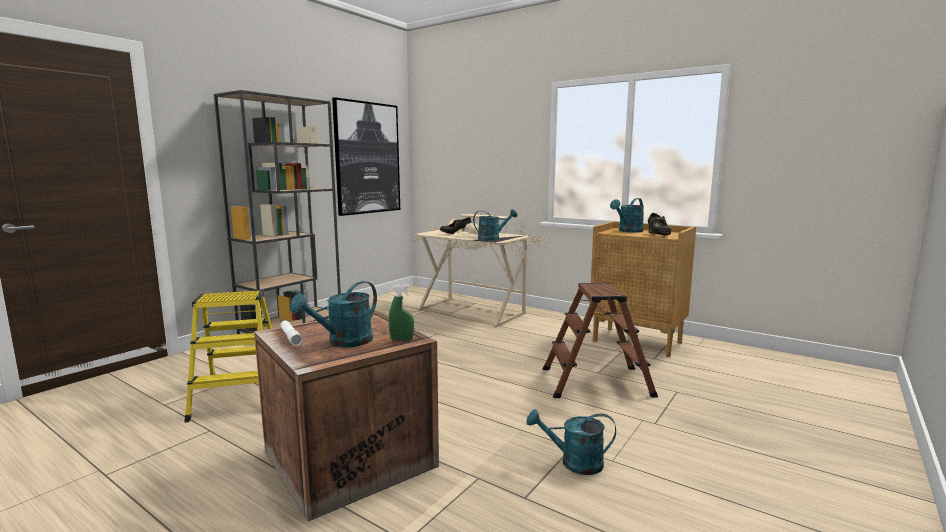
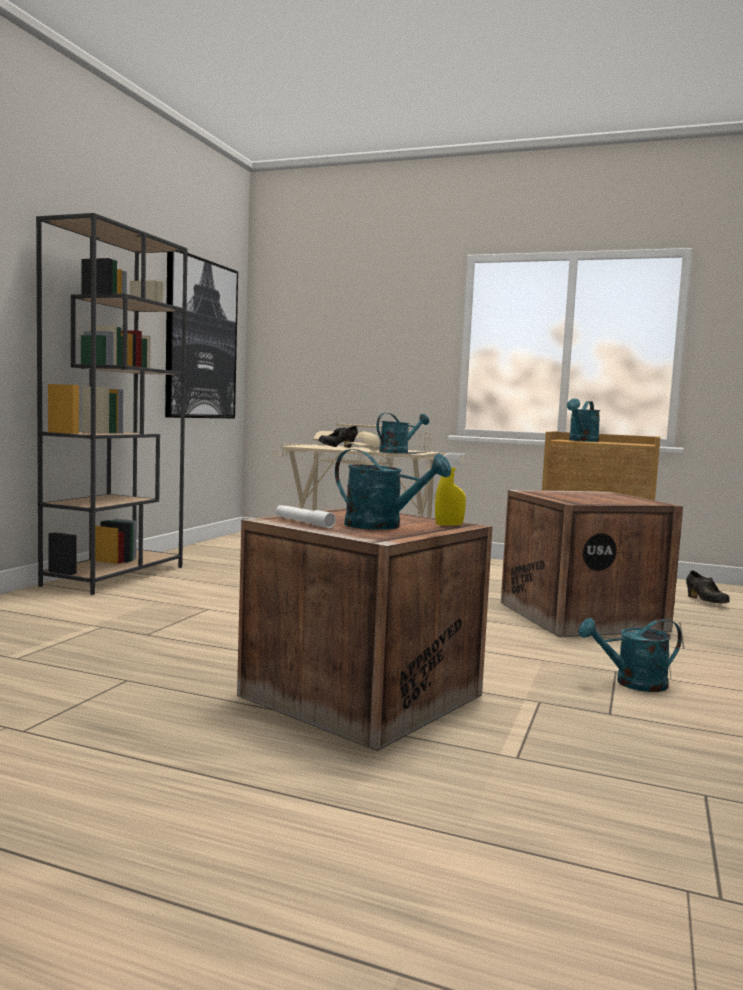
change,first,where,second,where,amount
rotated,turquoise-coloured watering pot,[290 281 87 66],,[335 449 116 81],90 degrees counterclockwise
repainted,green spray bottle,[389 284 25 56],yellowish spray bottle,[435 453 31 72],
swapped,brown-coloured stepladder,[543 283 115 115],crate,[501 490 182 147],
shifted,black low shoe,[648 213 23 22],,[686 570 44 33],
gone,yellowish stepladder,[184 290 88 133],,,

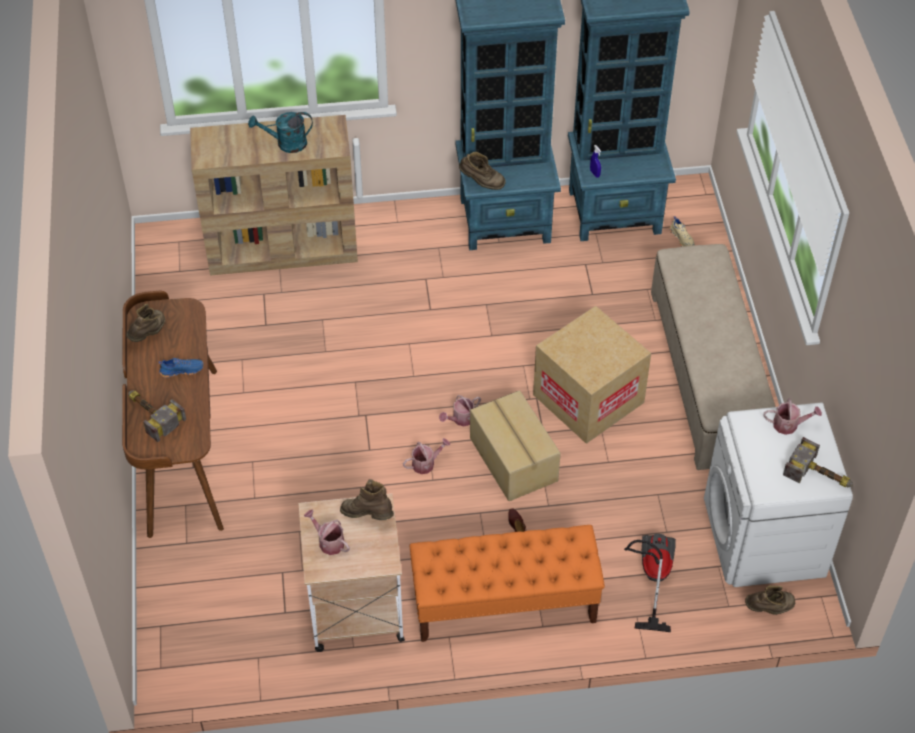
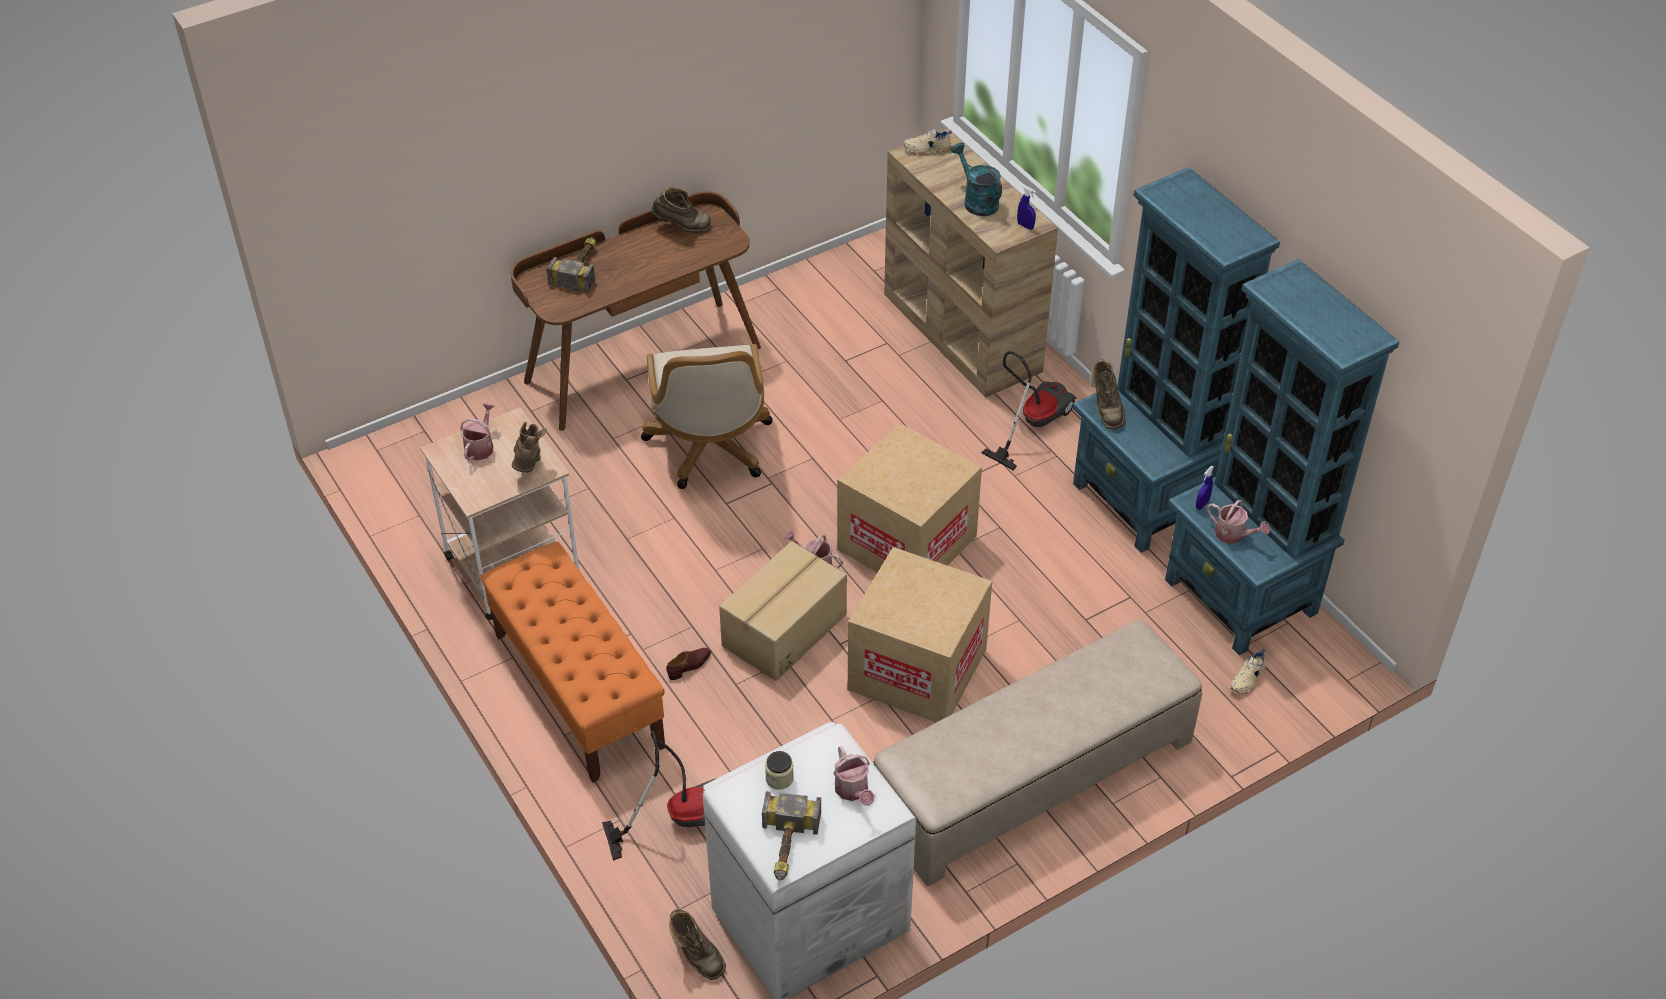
change,first,where,second,where,amount
new,,,computer chair,[641 344 132 145],
new,,,jar,[765 751 29 39],
new,,,packing box,[837 423 145 149],
new,,,beige-coloured low shoe,[904 129 48 27],
new,,,hoover,[981 351 96 119],
new,,,blue spray bottle,[1017 186 19 44],
shifted,watering pot,[403 438 47 36],,[1207 500 63 44],
gone,blue low shoe,[159 358 45 20],,,

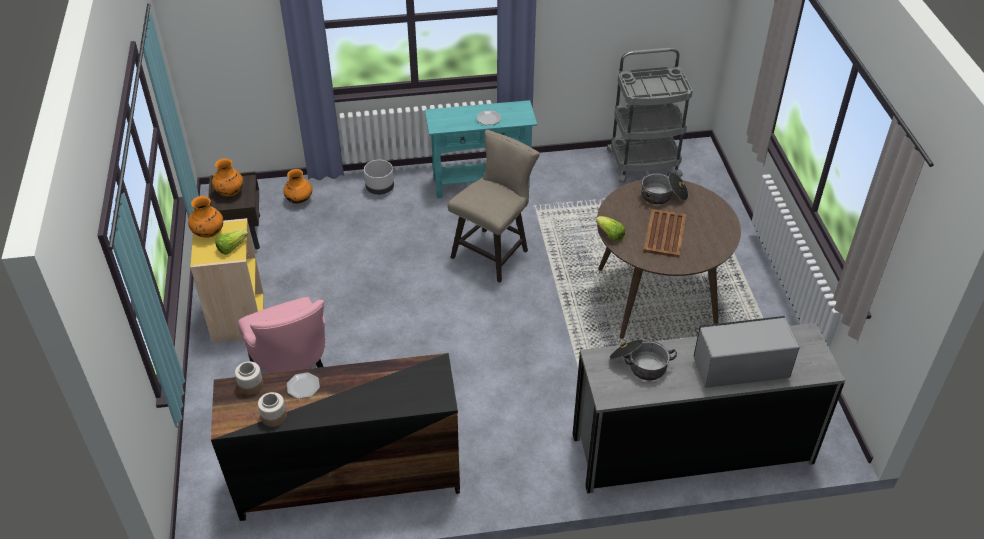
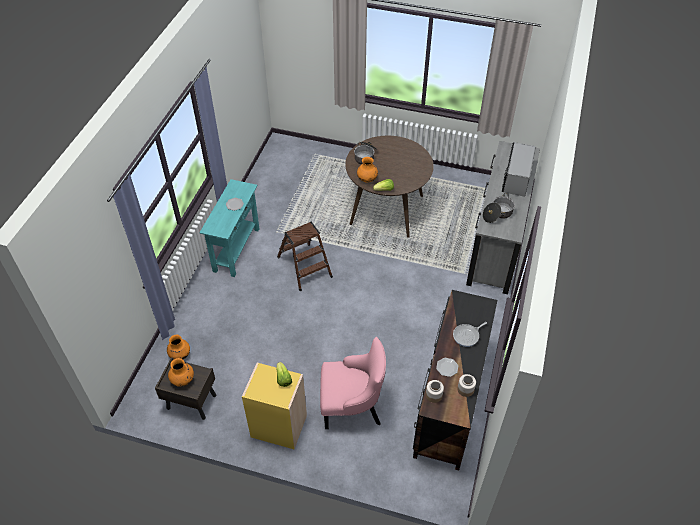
change,first,where,second,where,amount
swapped,beige-coloured stool seat,[448 130 92 153],brown-coloured stepladder,[277 222 56 69],
shifted,orange-coloured flower vase,[188 196 35 42],,[357 157 21 26],
new,,,pan,[453 322 34 25],
gone,grey flower pot,[364 160 30 35],,,
gone,grey cart,[607 48 86 135],,,
gone,brown-coloured serving tray,[643 209 43 49],,,

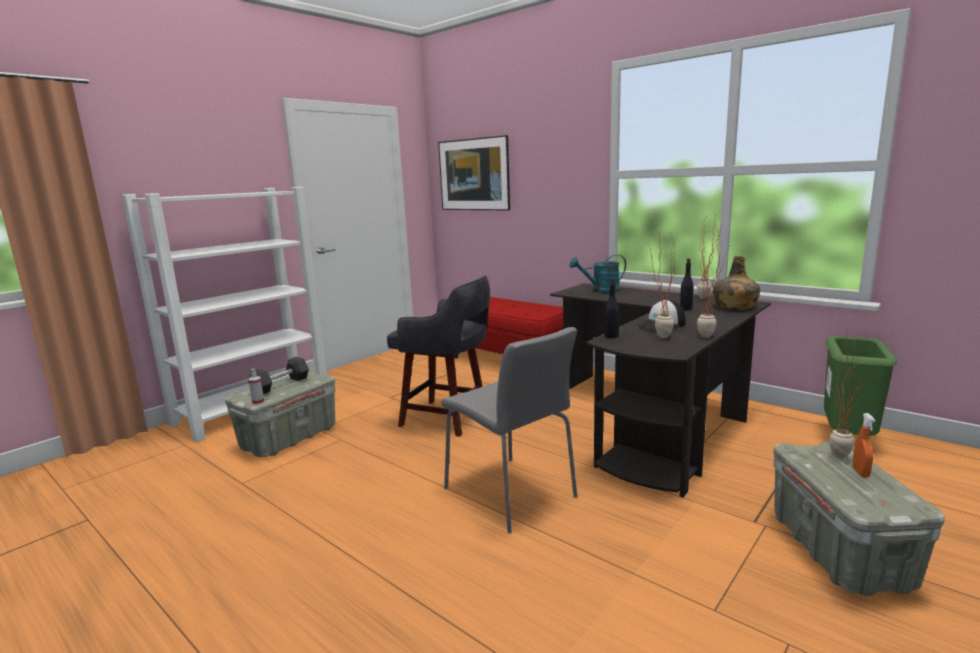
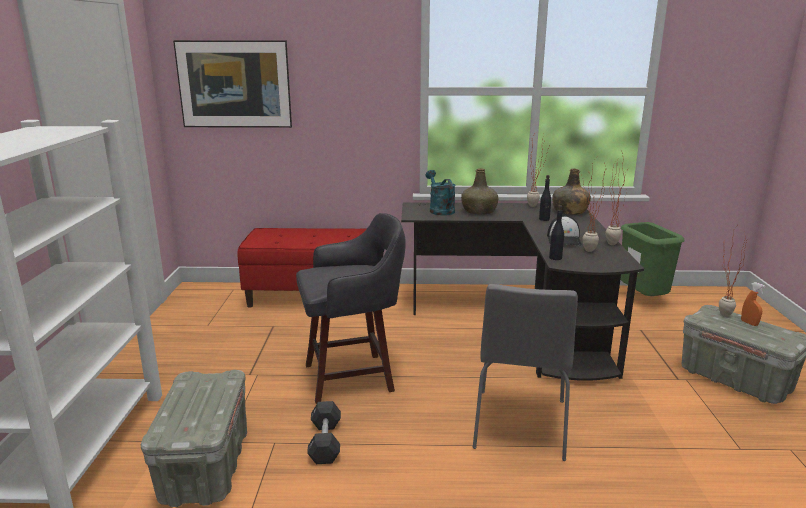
change,first,where,second,where,amount
shifted,black free weight,[248 357 61 37],,[307 401 34 63],
rotated,turquoise-coloured watering pot,[570 255 56 38],,[425 170 31 45],120 degrees clockwise
new,,,green beverage bottle,[461 168 37 47],
rotated,grey plain chair,[441 327 137 207],,[472 284 106 177],90 degrees clockwise
gone,spray bottle,[248 369 16 36],,,

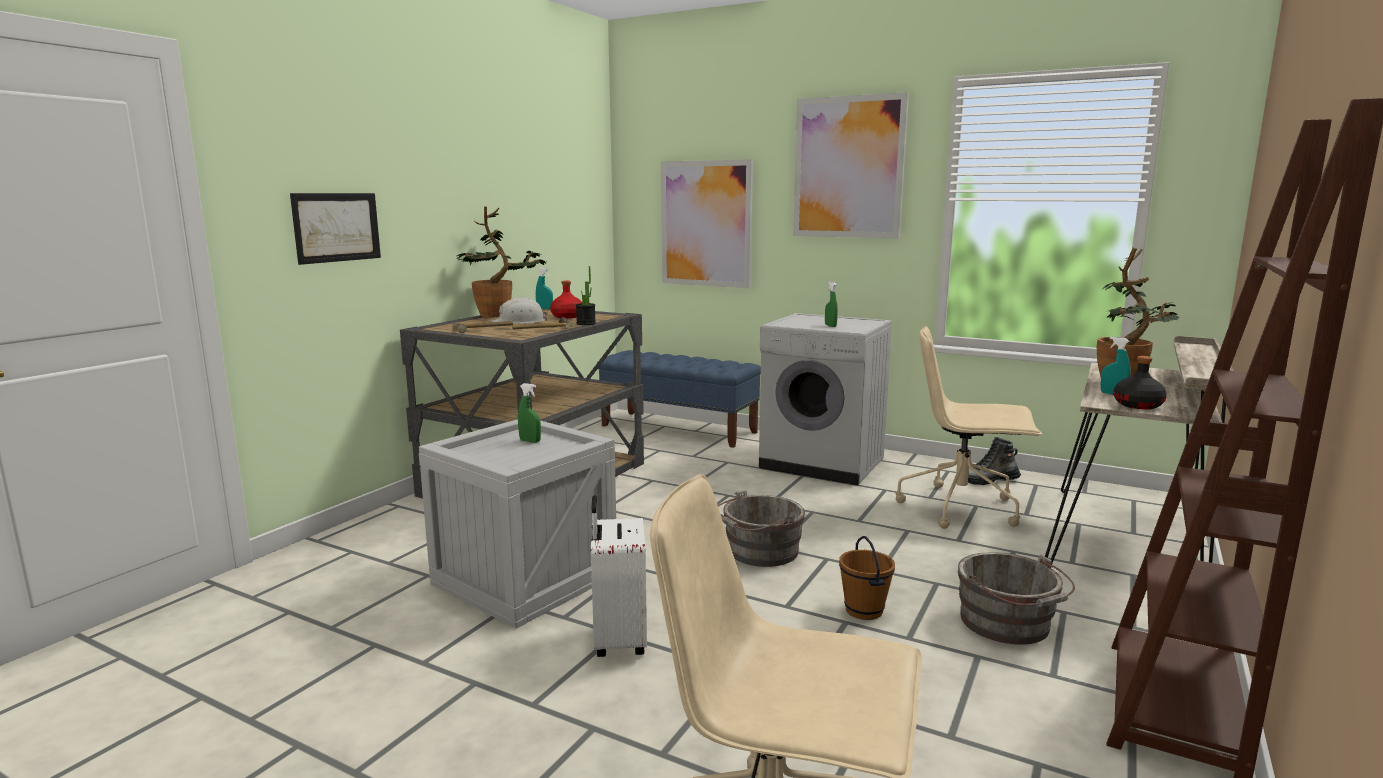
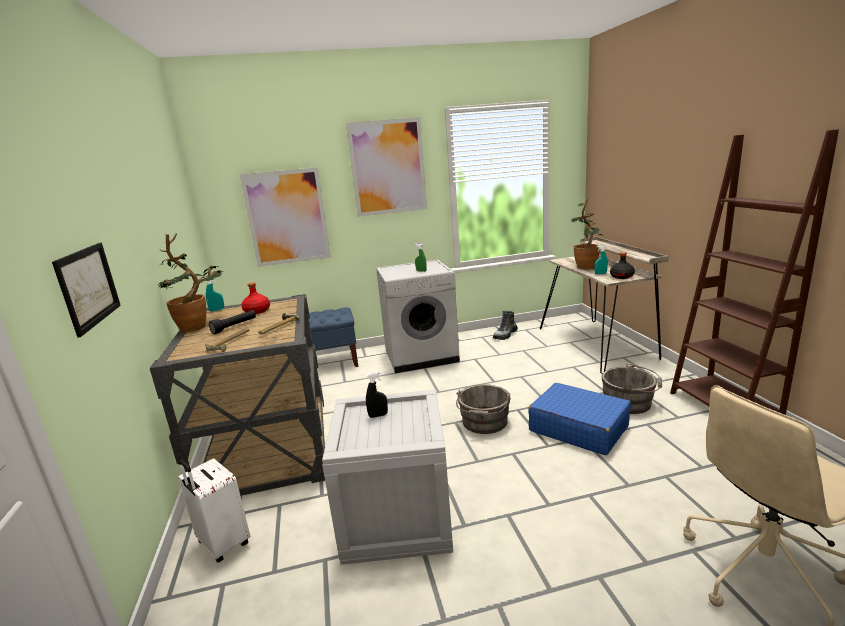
change,first,where,second,where,amount
shifted,white-coloured piece of luggage,[591 495 56 162],,[178 458 72 105],
swapped,white-coloured work helmet,[491 297 57 27],black hand torch,[209 310 47 24],
repainted,green spray bottle,[518 383 23 60],black spray bottle,[366 372 22 46],
swapped,brown-coloured bucket,[839 536 56 84],blue piece of luggage,[528 383 103 72],
gone,houseplant,[576 266 20 59],,,
gone,beige-coloured computer chair,[895 326 147 203],,,

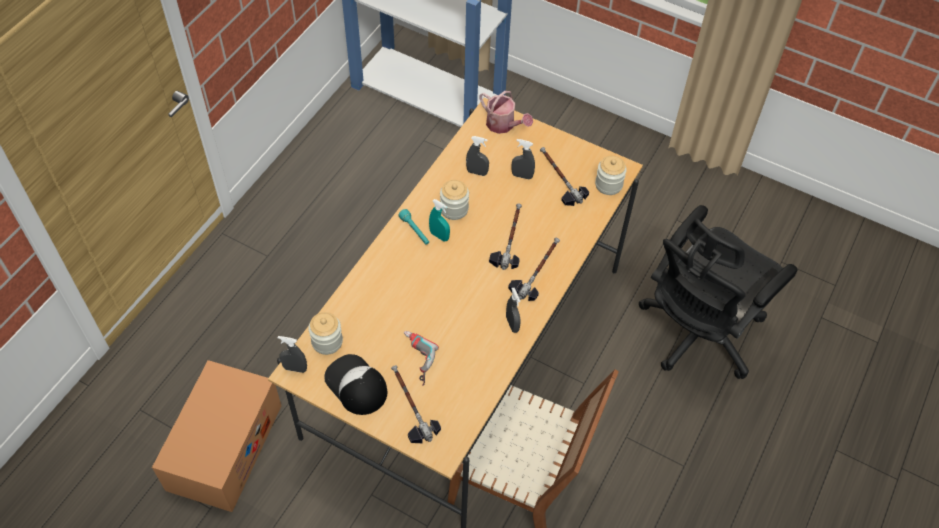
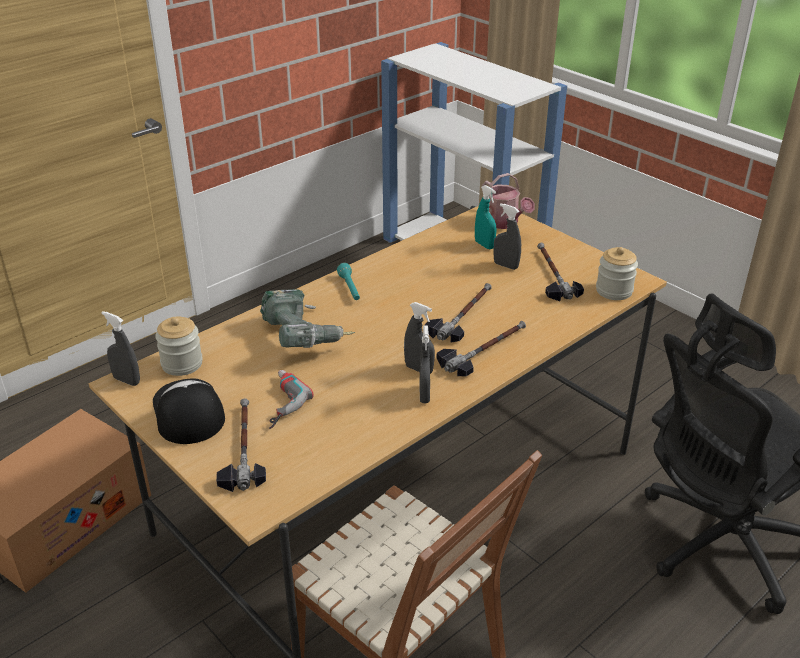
change,first,where,second,where,amount
new,,,electric drill,[260 289 95 59],
shifted,grey spray bottle,[466 136 23 40],,[404 302 31 72],
shifted,turquoise-coloured spray bottle,[429 199 21 43],,[475 185 21 64],
gone,jar,[440 180 29 40],,,

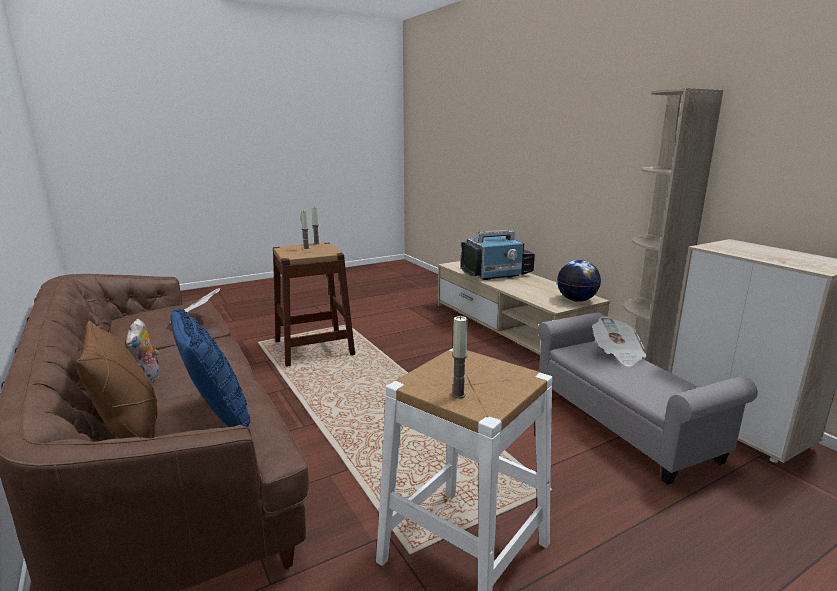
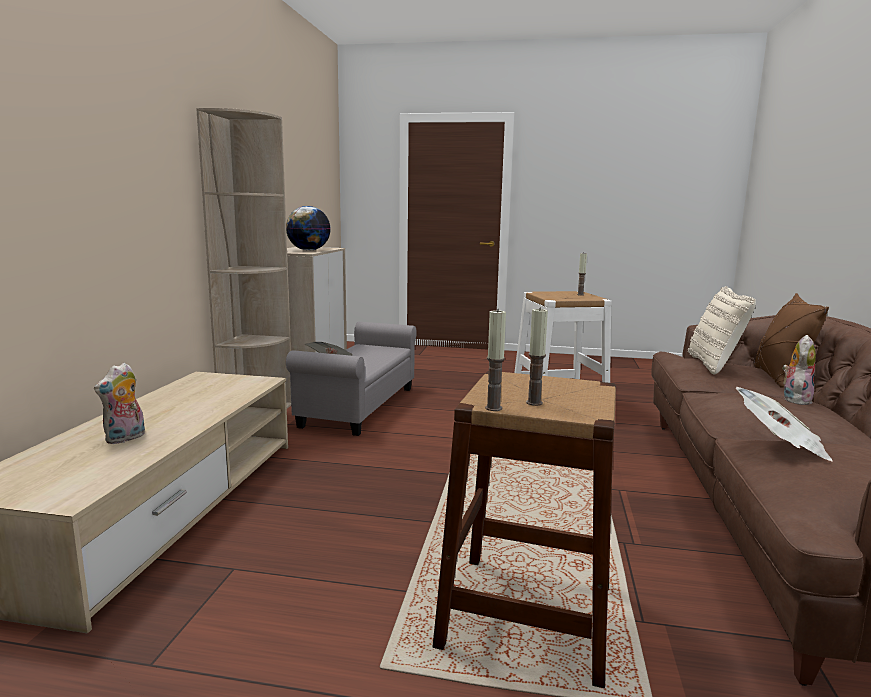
change,first,where,second,where,amount
swapped,TV,[461 230 74 50],soft toy,[94 363 51 81],
shifted,world globe,[557 260 44 42],,[286 206 45 45],
repainted,blue cushion,[170 309 80 119],beige-coloured cushion,[688 286 68 88],

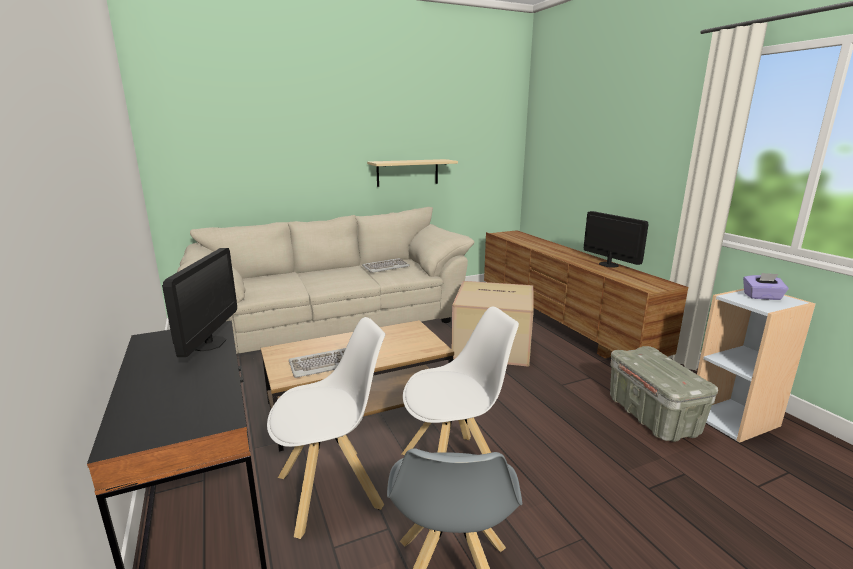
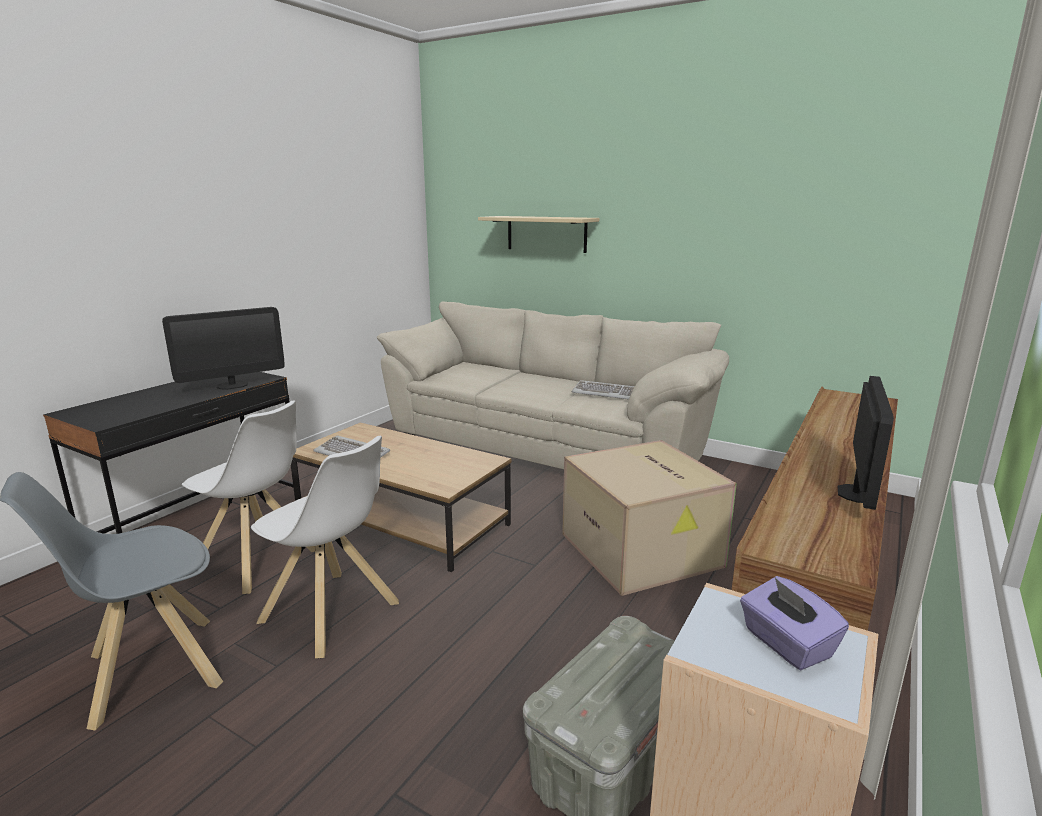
change,first,where,second,where,amount
shifted,beige-coloured shelf,[367 159 91 28],,[478 216 121 37],

